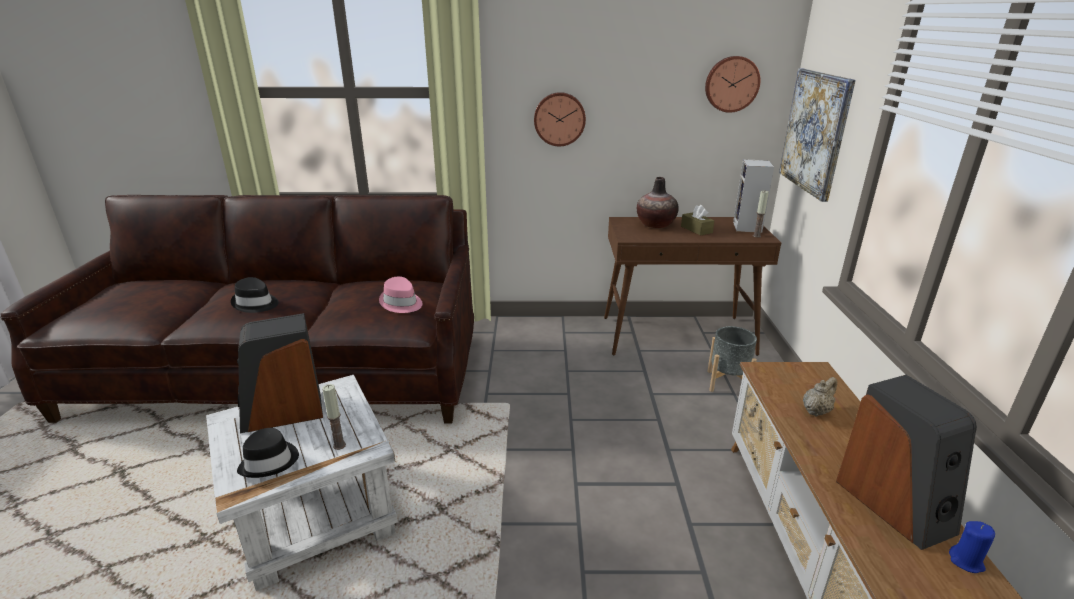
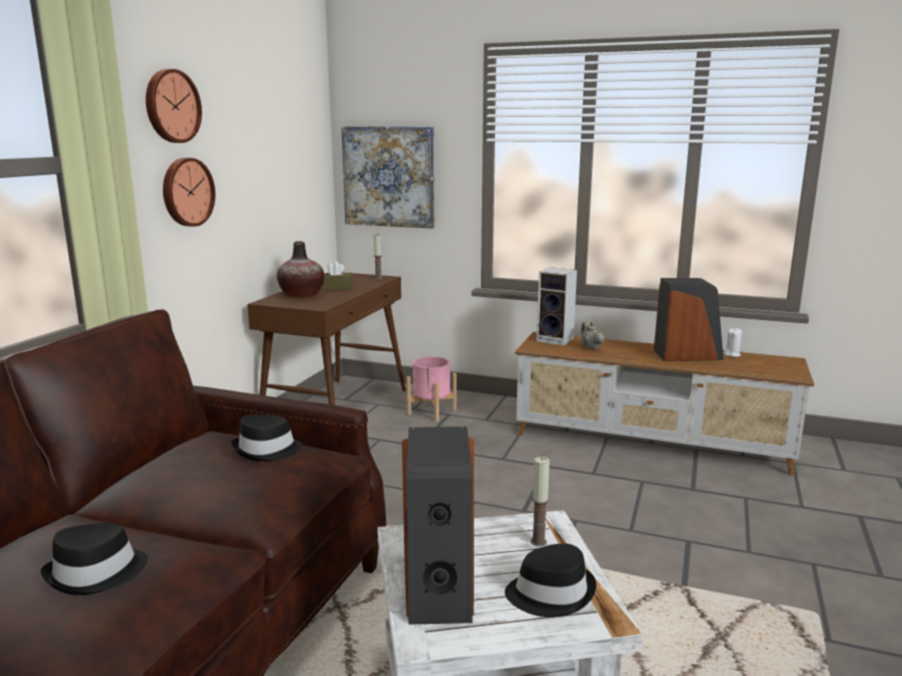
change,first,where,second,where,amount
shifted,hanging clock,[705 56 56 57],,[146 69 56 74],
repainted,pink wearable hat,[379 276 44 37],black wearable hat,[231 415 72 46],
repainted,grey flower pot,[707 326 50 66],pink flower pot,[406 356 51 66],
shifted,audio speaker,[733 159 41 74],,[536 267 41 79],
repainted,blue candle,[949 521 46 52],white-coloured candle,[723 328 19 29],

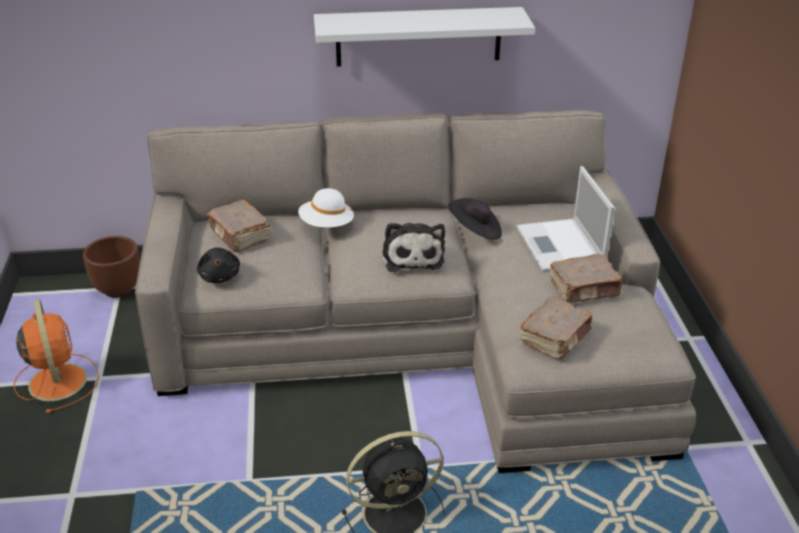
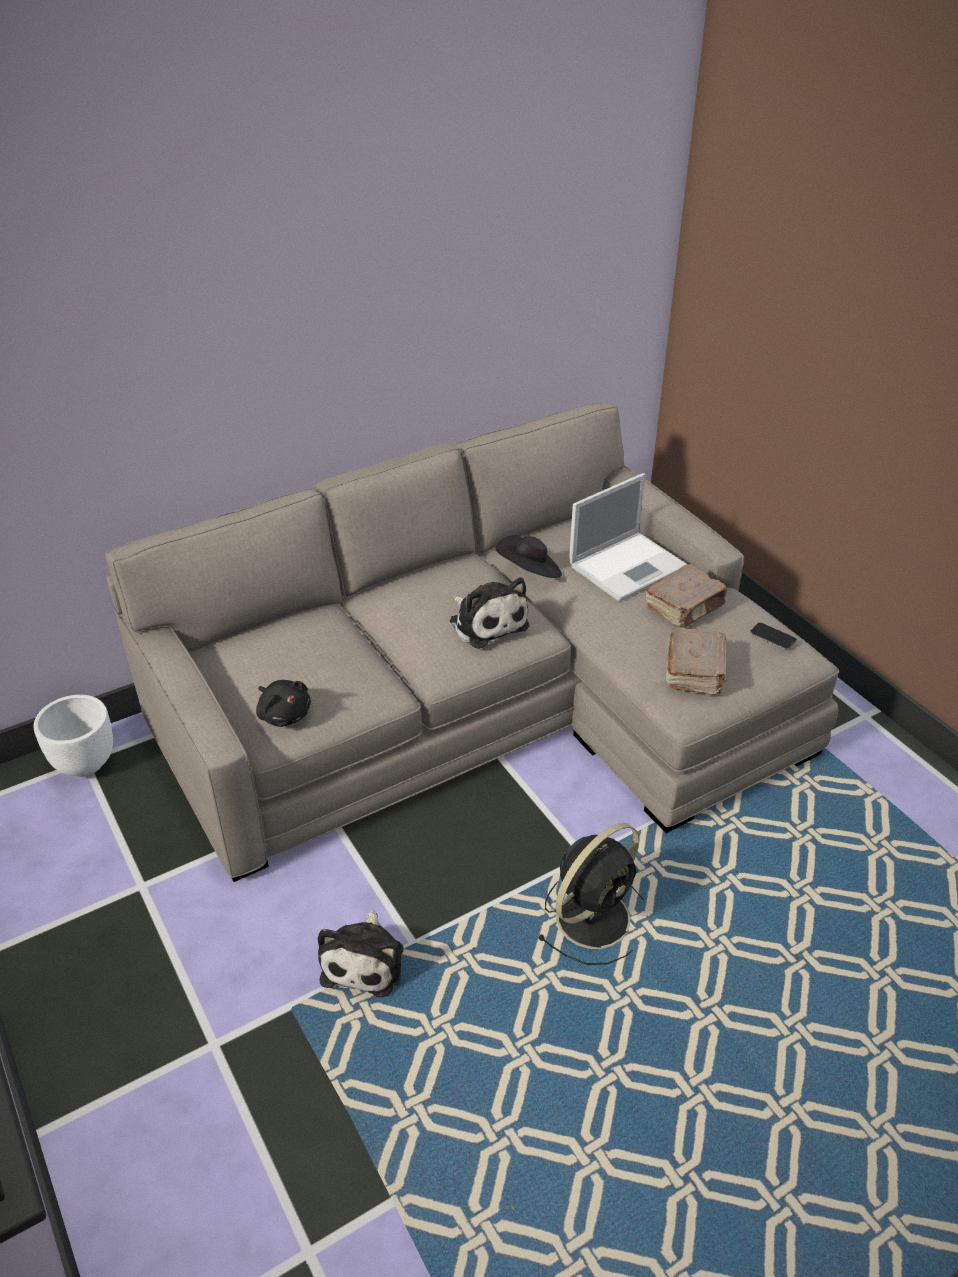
change,first,where,second,where,amount
repainted,brown-coloured flower pot,[83 236 57 62],white-coloured flower pot,[34 695 79 82],
new,,,soft toy,[318 910 86 87],
rotated,notebook computer,[516 166 99 106],,[569 473 119 128],90 degrees counterclockwise
new,,,phone,[750 623 47 27],
gone,orange-coloured fan,[14 299 85 115],,,
gone,brown-coloured volume,[206 200 66 52],,,
gone,white-coloured wearable hat,[298 188 56 40],,,
gone,white-coloured shelf,[314 7 221 60],,,

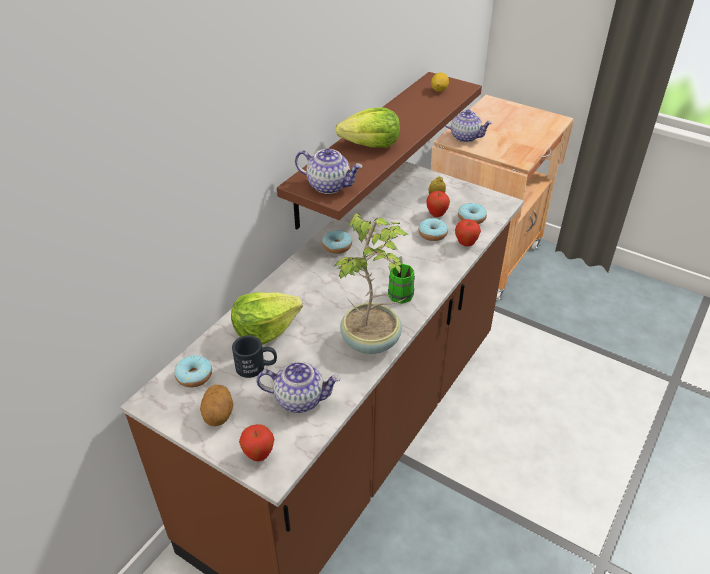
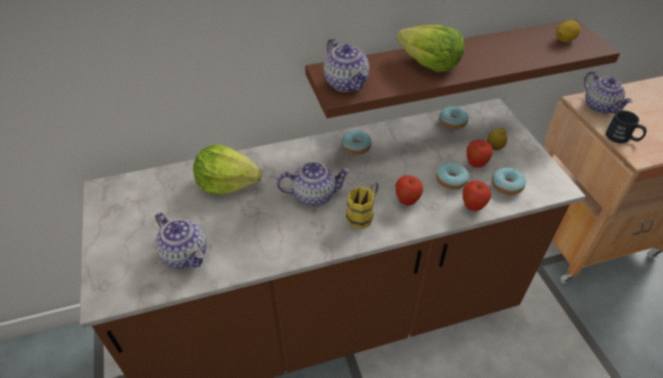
change,first,where,second,where,amount
new,,,tea pot,[277 161 74 45],
repainted,green mug,[388 257 27 47],yellowish mug,[346 182 32 47],
shifted,apple fruit,[239 424 36 37],,[395 175 28 30],
shifted,donut,[174 355 38 32],,[439 106 29 23],
shifted,black mug,[232 335 45 43],,[606 110 41 33],
gone,potato,[200 385 33 41],,,
gone,houseplant,[333 213 76 141],,,

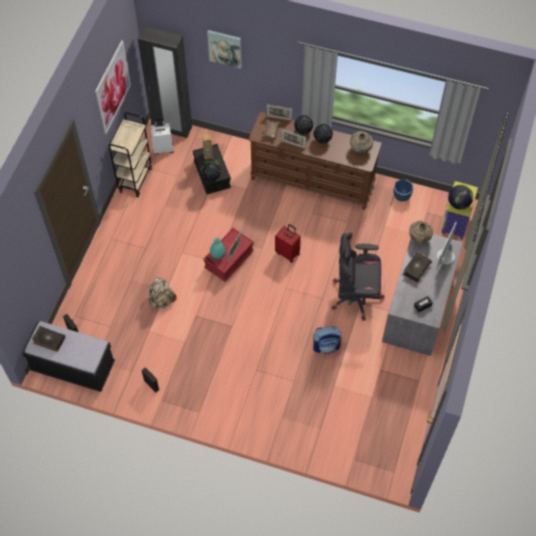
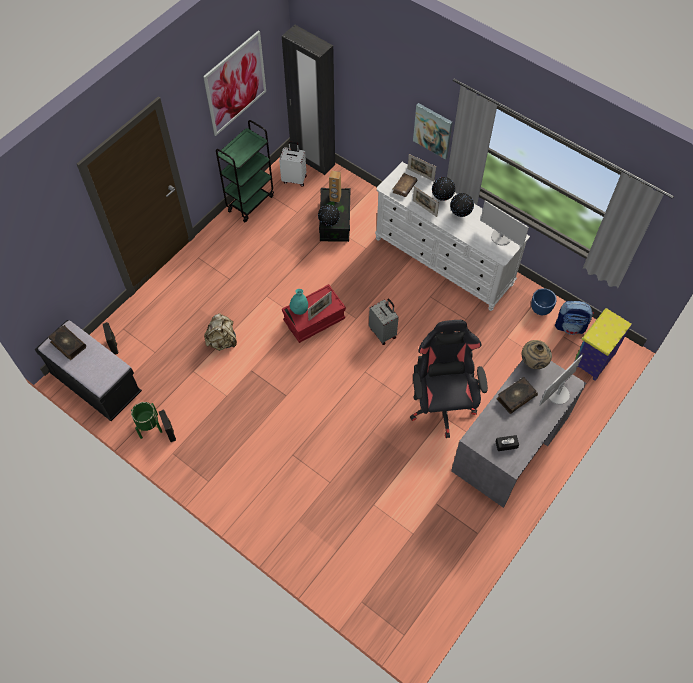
change,first,where,second,where,amount
new,,,green flower pot,[131 402 31 37],
repainted,beige-coloured cart,[109 112 43 86],green cart,[216 120 58 102],
repainted,red-coloured piece of luggage,[275 224 26 39],grey piece of luggage,[369 298 30 47],
repainted,brown-coloured drawer chest,[249 112 133 98],white-coloured drawer chest,[375 162 155 149],
rotated,black computer chair,[331 232 54 89],,[410 320 78 118],60 degrees clockwise
shifted,picture,[207 30 35 39],,[413 103 39 56],
swapped,beige-coloured flower vase,[350 131 23 23],computer screen,[480 200 49 47],
shifted,knapsack,[313 327 29 28],,[555 301 39 34],
gone,world globe,[448 185 25 25],,,

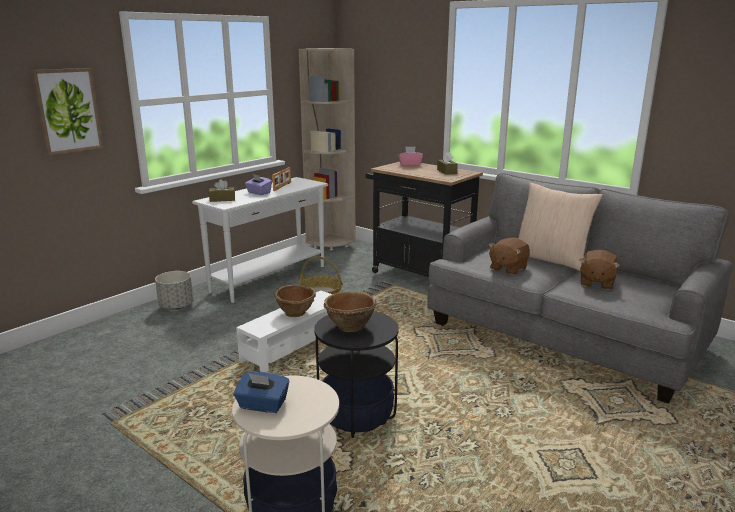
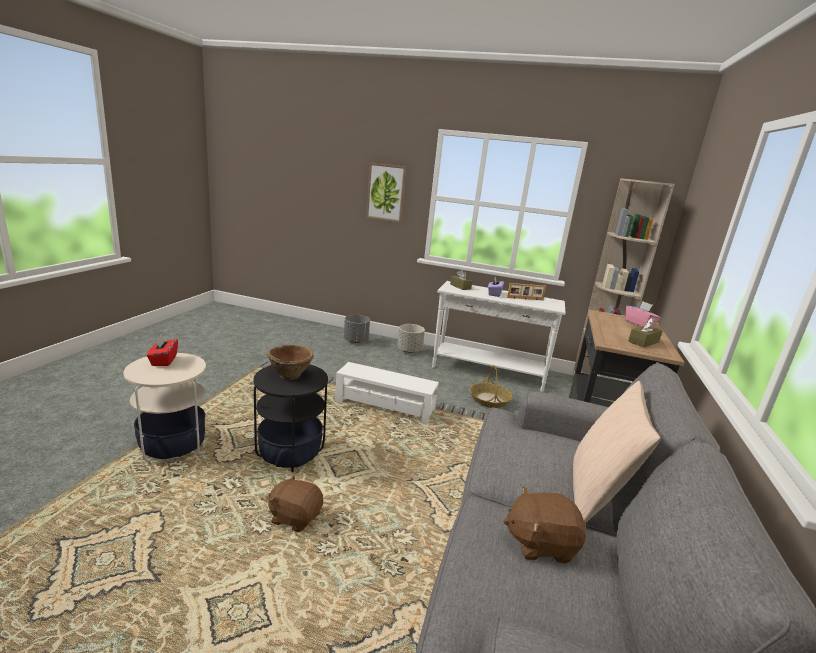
change,first,where,second,where,amount
repainted,blue tissue holder,[233 372 56 41],red-coloured tissue holder,[147 335 31 31],
shifted,brown-coloured soft toy,[488 237 42 38],,[268 474 55 58],
new,,,grey flower pot,[344 315 26 28],
gone,brown-coloured deep dish,[274 285 42 32],,,

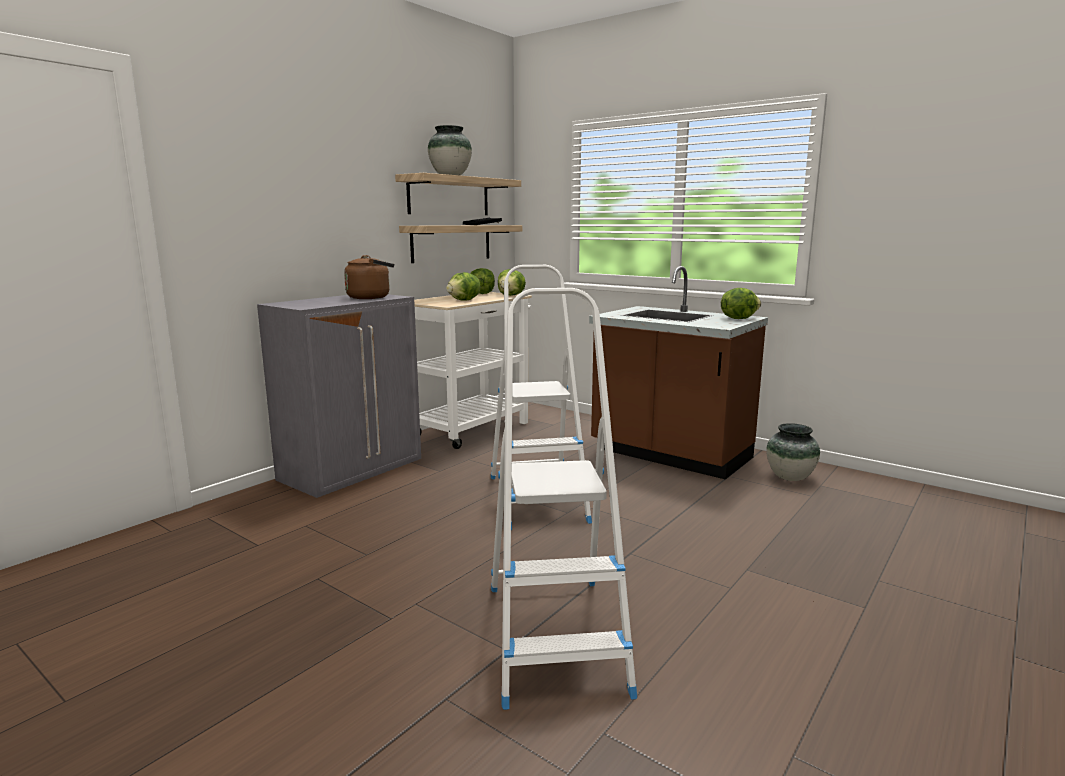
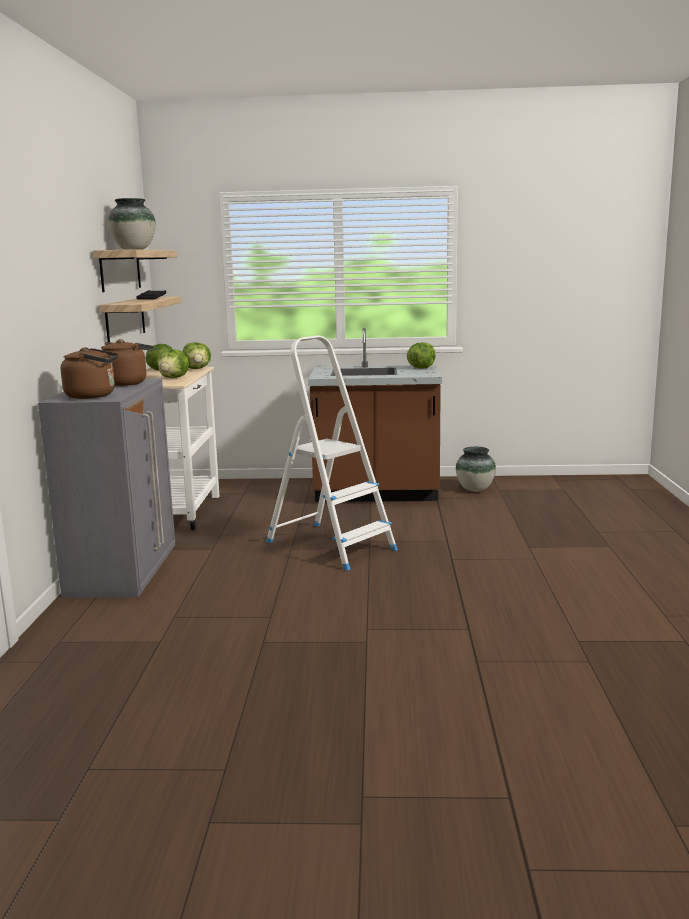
change,first,where,second,where,amount
new,,,brown-coloured kettle,[60 347 59 52],
gone,white-coloured stepladder,[491 288 146 422],,,

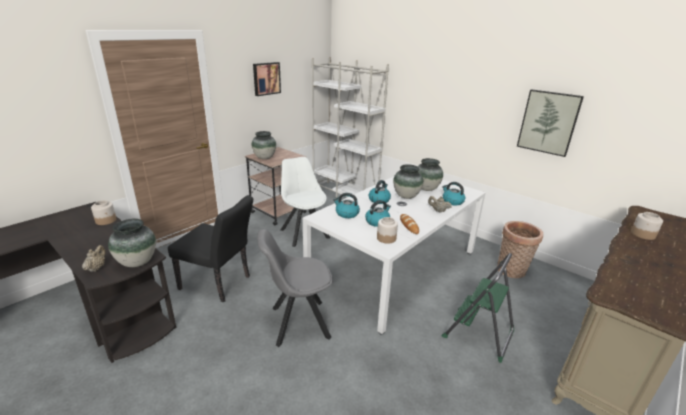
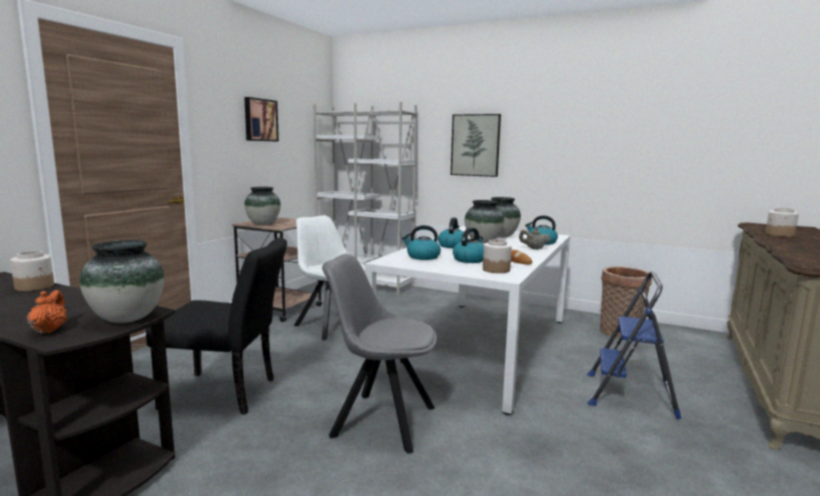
change,first,where,second,where,amount
repainted,beige-coloured tea pot,[82 245 24 27],orange-coloured tea pot,[27 290 40 44],
rotated,grey plain chair,[257 229 76 118],,[322 254 115 200],45 degrees clockwise
shifted,picture,[517 89 67 68],,[451 114 50 63],
repainted,green stepladder,[441 253 73 110],blue stepladder,[587 271 94 148],

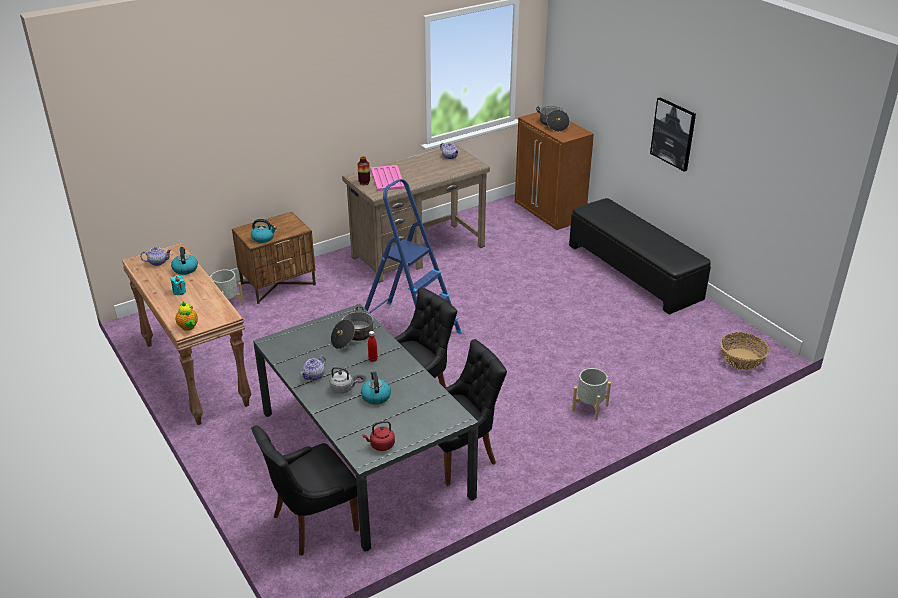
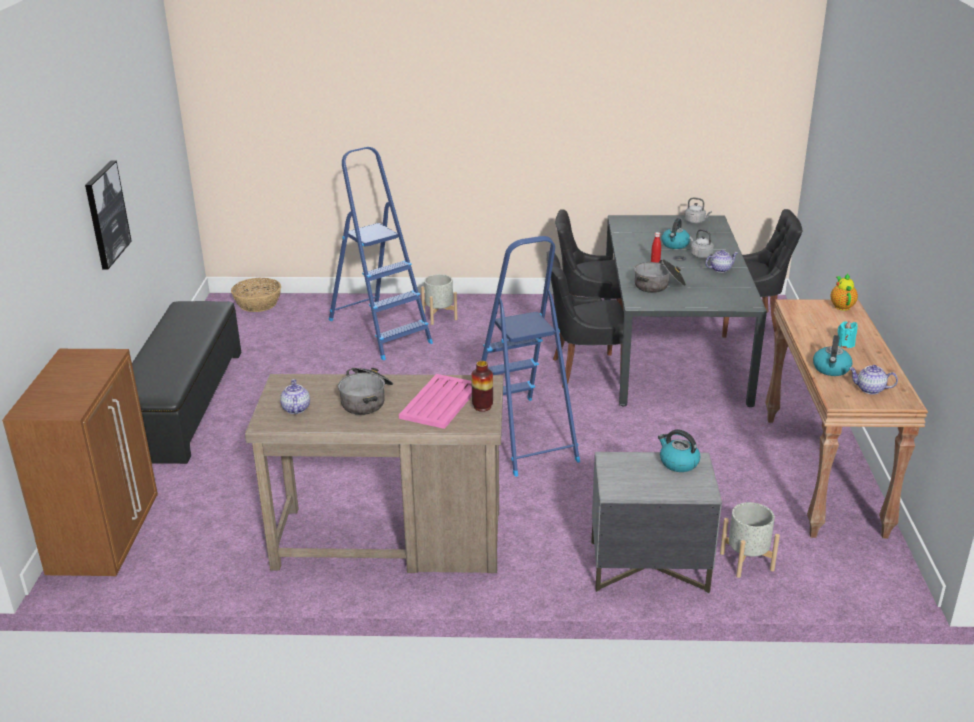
change,first,where,second,where,amount
new,,,blue stepladder,[329 147 104 213],
shifted,stockpot,[536 106 34 26],,[338 368 55 47],
repainted,brown-coloured night table,[232 212 84 92],grey night table,[591 452 131 141],
repainted,red-coloured kettle,[362 421 33 30],grey kettle,[684 198 28 26],

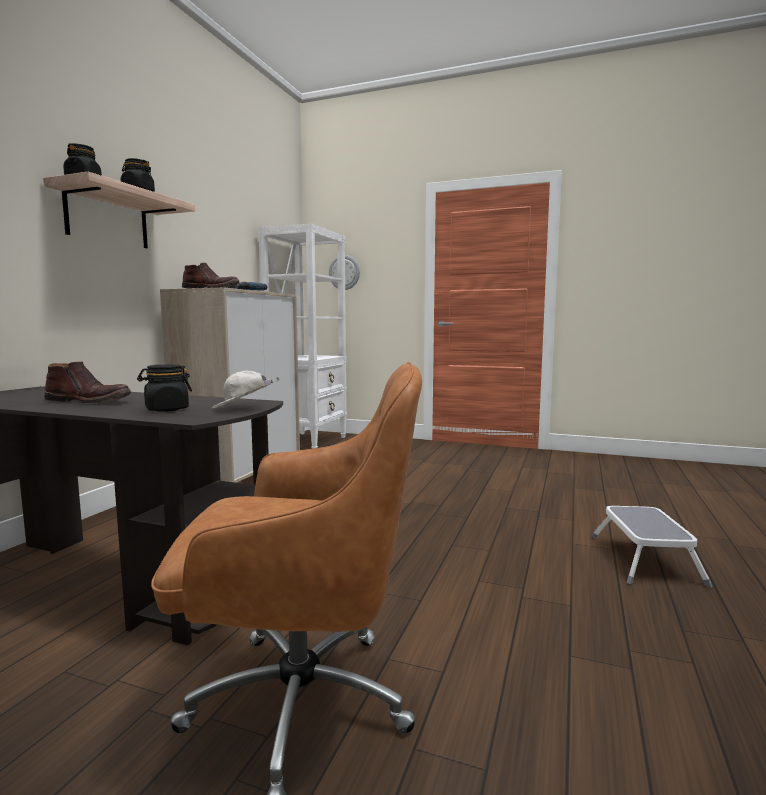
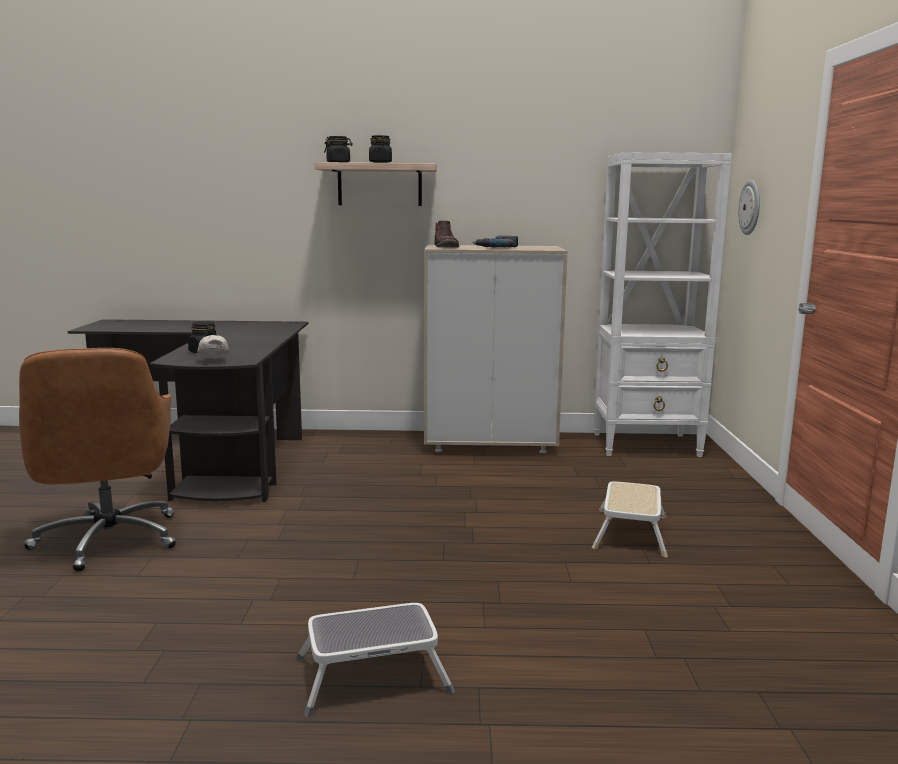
change,first,where,second,where,amount
new,,,beige-coloured stepladder,[592 482 76 76],
gone,brown-coloured boot,[44 361 87 42],,,

